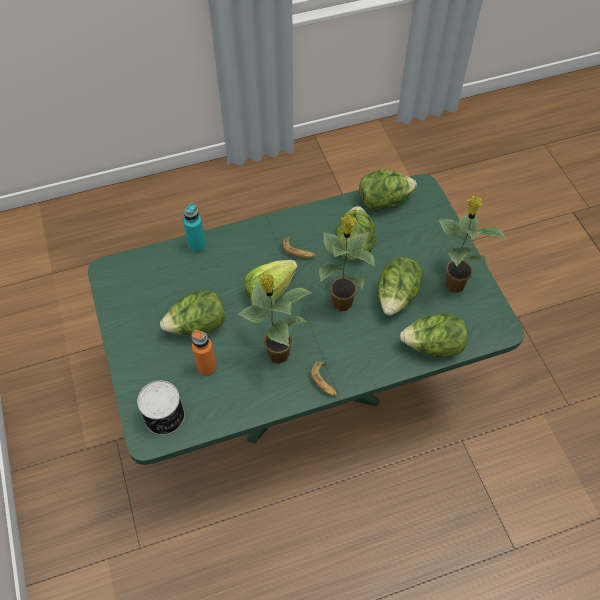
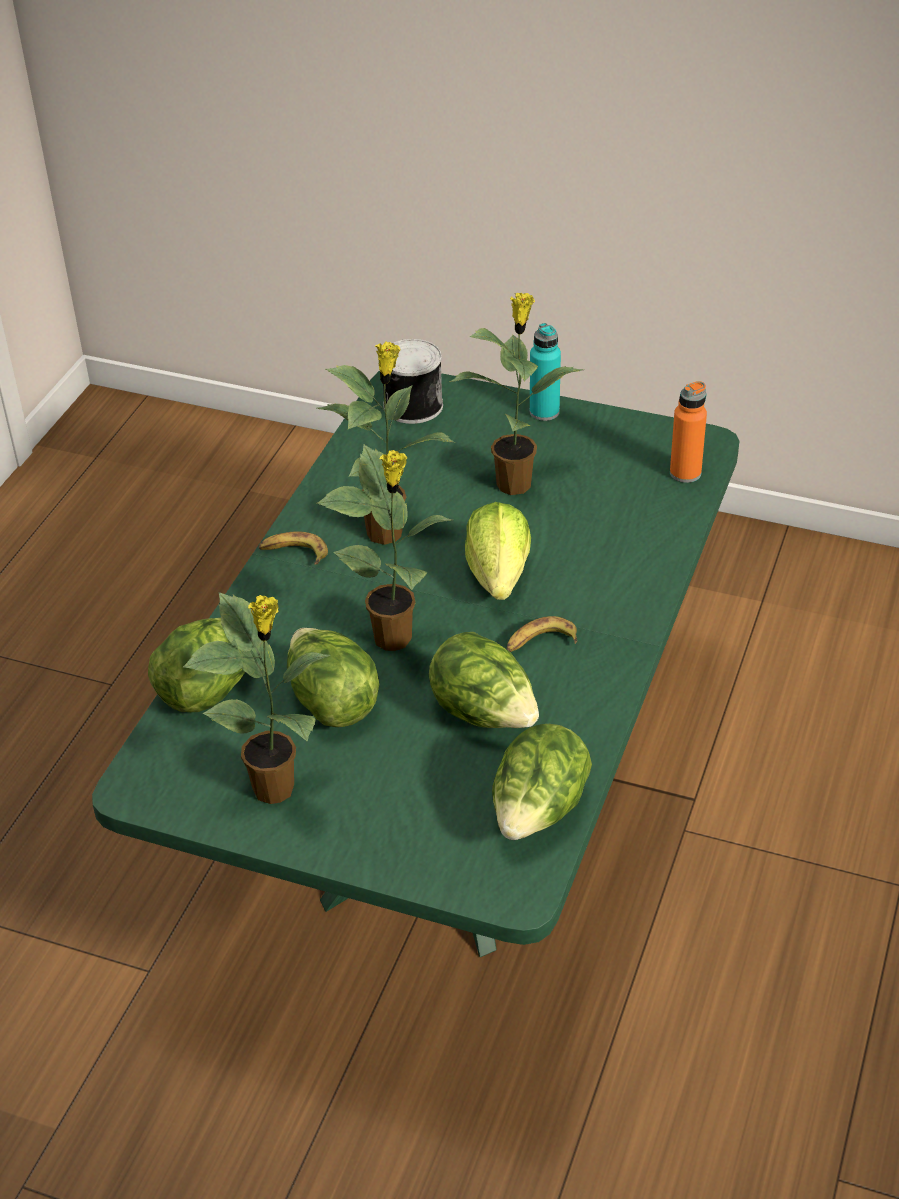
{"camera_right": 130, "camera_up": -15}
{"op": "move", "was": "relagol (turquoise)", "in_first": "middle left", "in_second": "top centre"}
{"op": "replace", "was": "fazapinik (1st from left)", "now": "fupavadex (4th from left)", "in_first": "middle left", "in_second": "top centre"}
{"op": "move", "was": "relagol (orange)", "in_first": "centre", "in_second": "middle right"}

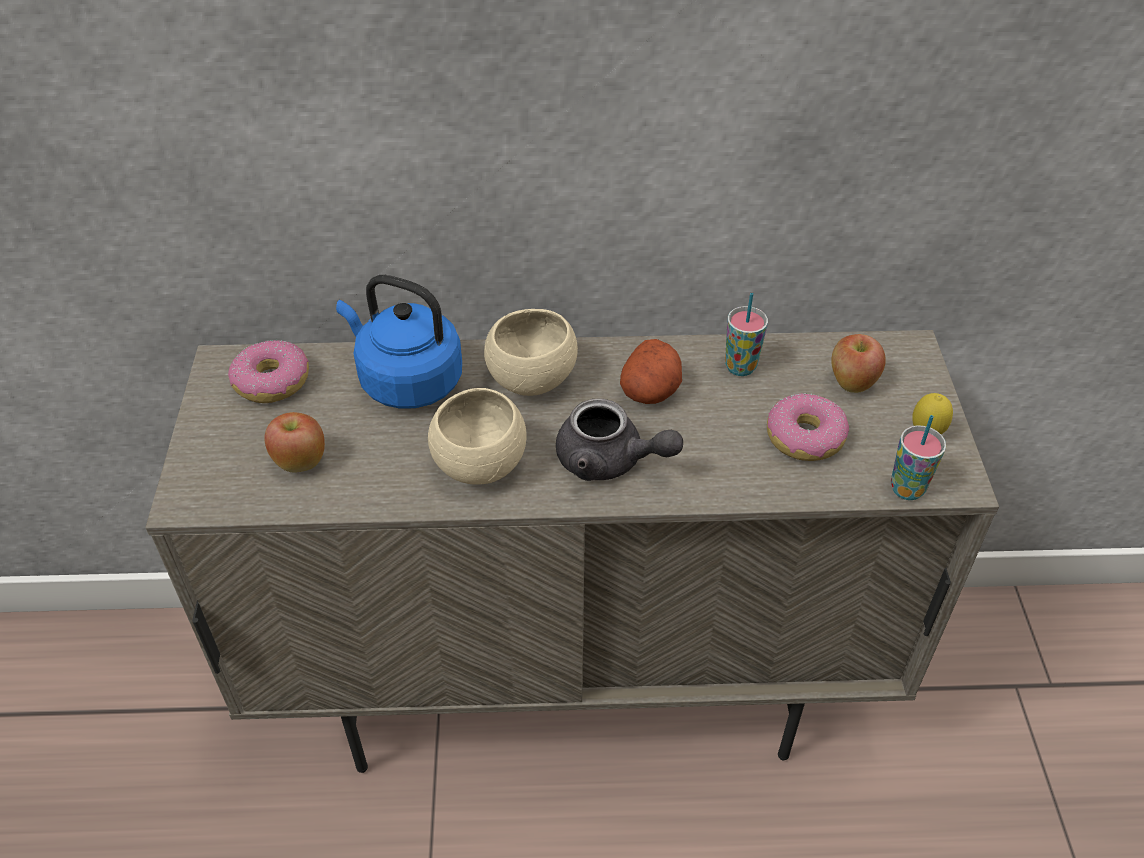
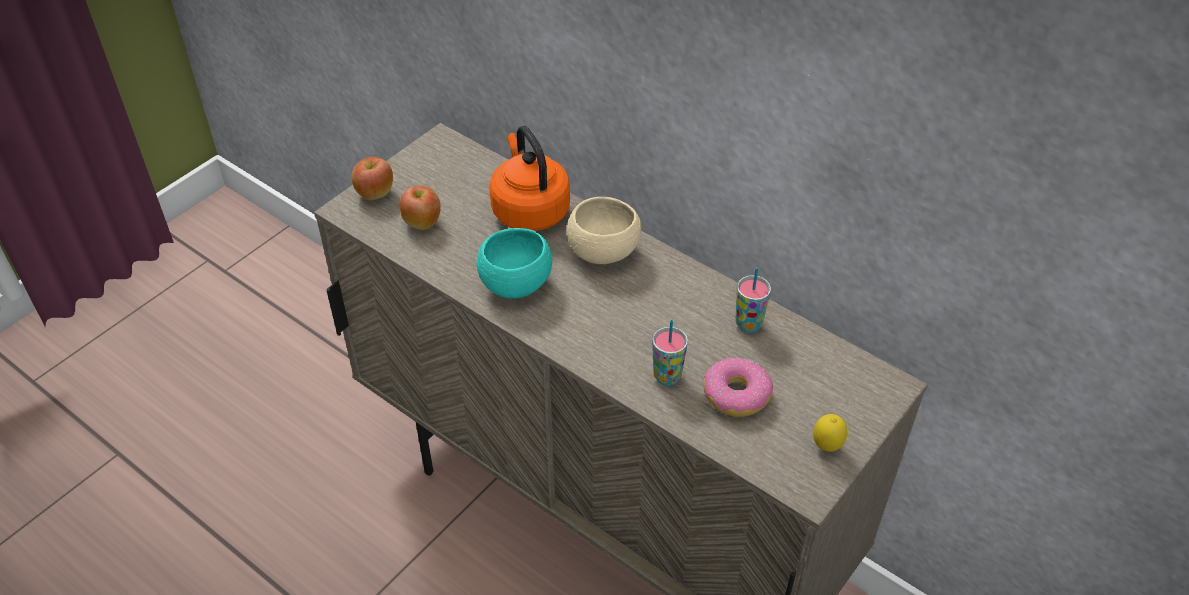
{"camera_right": 40, "camera_up": 0}
{"op": "recolor", "was": "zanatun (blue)", "now": "zanatun (orange)", "in_first": "centre", "in_second": "top centre"}
{"op": "move", "was": "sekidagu (2nd from left in the first image)", "now": "sekidagu (1st from left)", "in_first": "middle right", "in_second": "top left"}
{"op": "delete", "was": "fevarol", "in_first": "centre"}
{"op": "delete", "was": "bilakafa (1st from left)", "in_first": "middle left"}
{"op": "recolor", "was": "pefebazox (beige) (1st from left)", "now": "pefebazox (turquoise)", "in_first": "centre", "in_second": "centre"}
{"op": "delete", "was": "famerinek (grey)", "in_first": "centre"}
{"op": "move", "was": "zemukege (2nd from left in the first image)", "now": "zemukege (1st from left)", "in_first": "middle right", "in_second": "centre"}

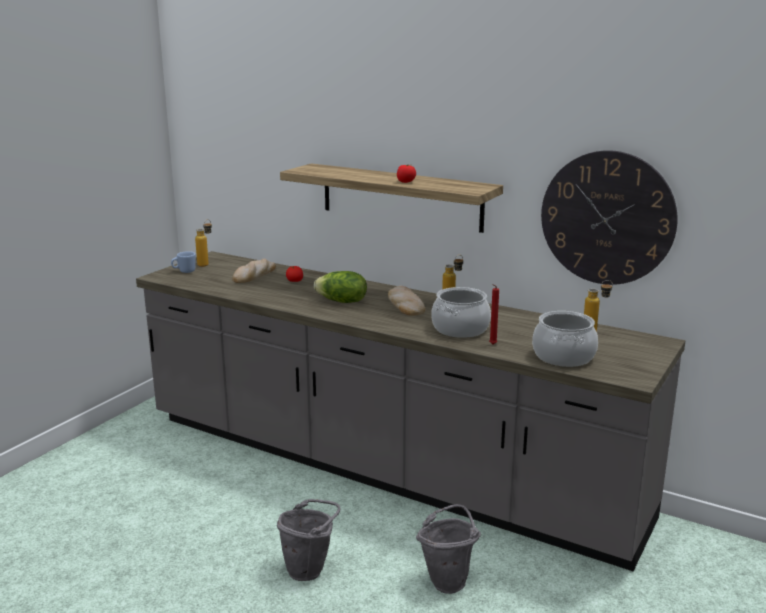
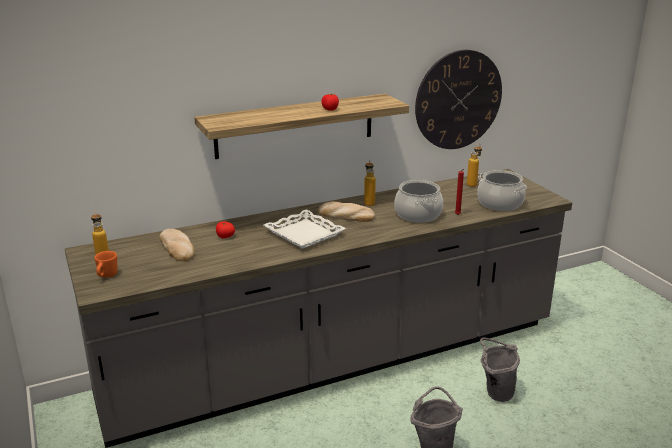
{"camera_right": -55, "camera_up": 5}
{"op": "recolor", "was": "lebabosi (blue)", "now": "lebabosi (orange)", "in_first": "middle left", "in_second": "middle left"}
{"op": "replace", "was": "fazapinik", "now": "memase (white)", "in_first": "centre", "in_second": "centre"}

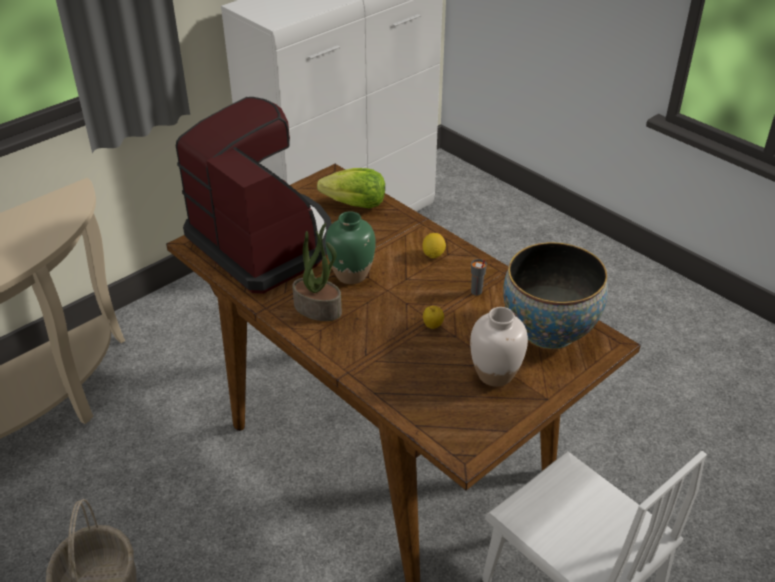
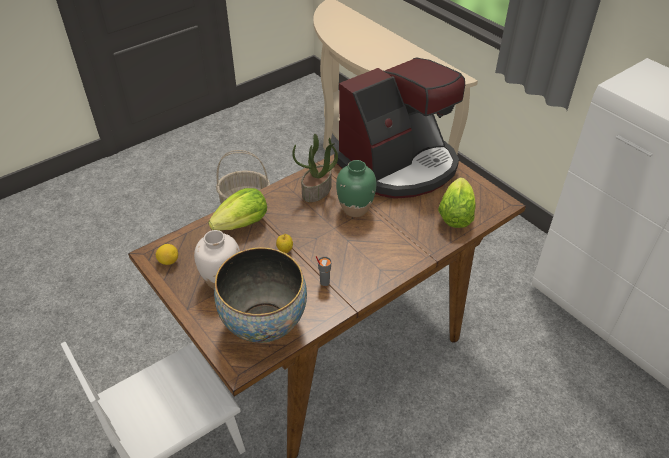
{"camera_right": 95, "camera_up": 5}
{"op": "move", "was": "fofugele", "in_first": "centre", "in_second": "middle left"}
{"op": "insert", "now": "fazapinik (1st from left)", "in_second": "centre"}

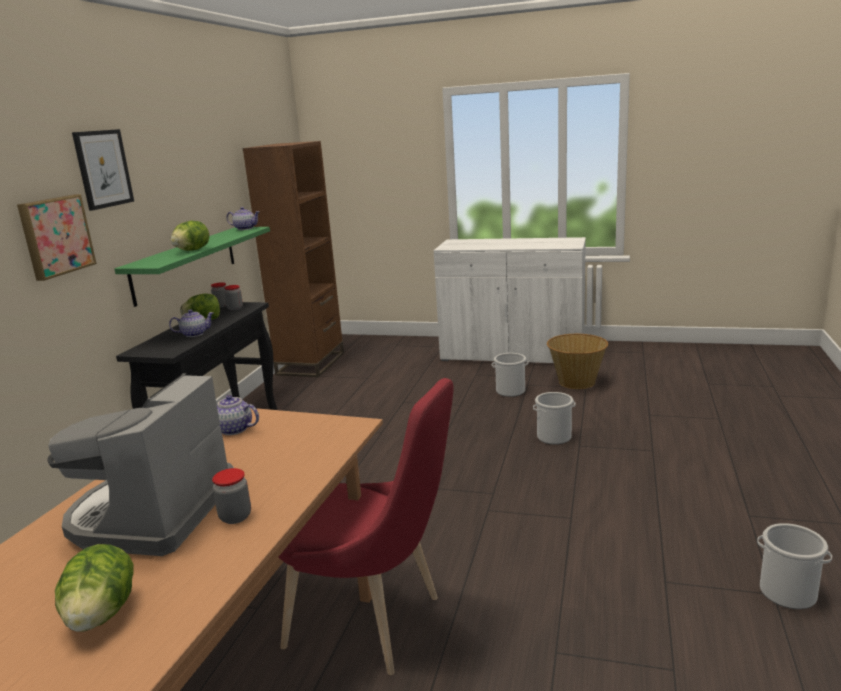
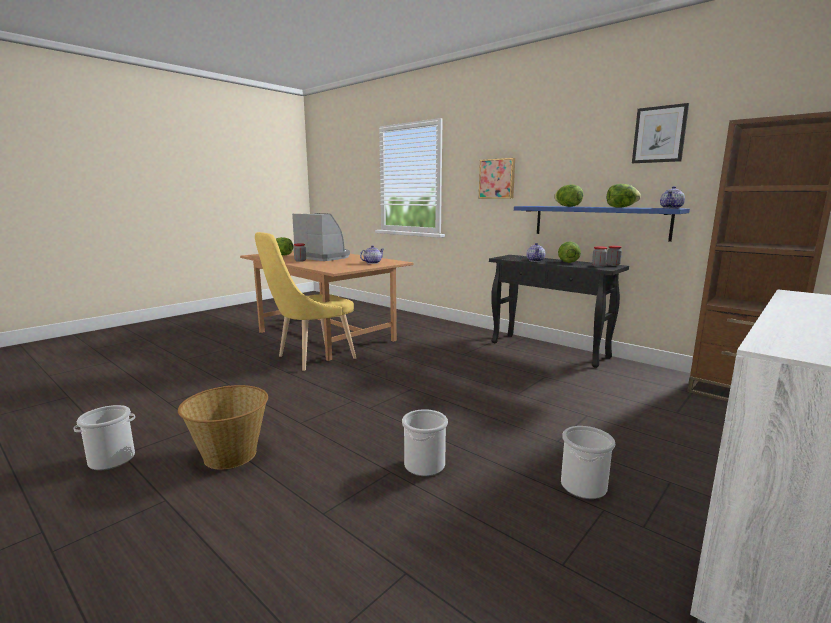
{"camera_right": 115, "camera_up": -5}
{"op": "move", "was": "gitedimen (2nd from left)", "in_first": "top left", "in_second": "top right"}
{"op": "recolor", "was": "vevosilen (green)", "now": "vevosilen (blue)", "in_first": "middle left", "in_second": "middle right"}
{"op": "move", "was": "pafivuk", "in_first": "middle right", "in_second": "bottom left"}
{"op": "recolor", "was": "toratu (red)", "now": "toratu (yellow)", "in_first": "bottom centre", "in_second": "centre"}
{"op": "insert", "now": "fazapinik (4th from left)", "in_second": "top right"}

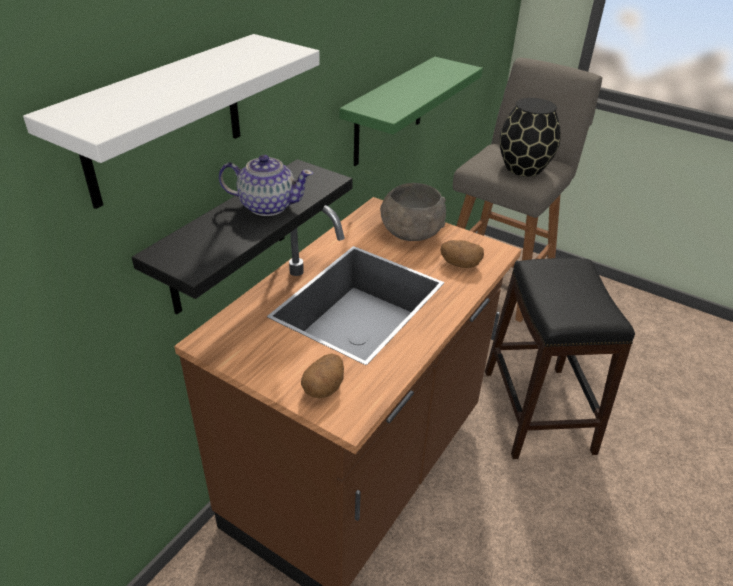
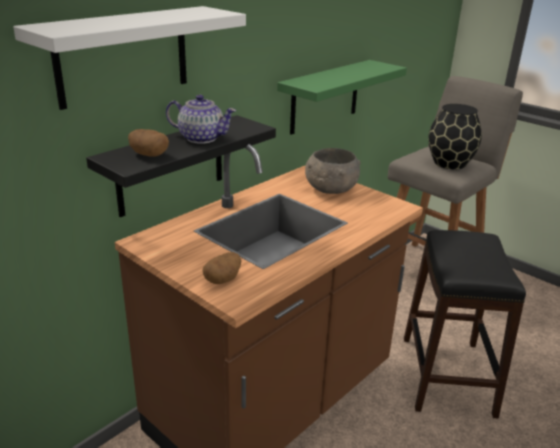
{"camera_right": 10, "camera_up": -10}
{"op": "move", "was": "fevarol (2nd from left in the first image)", "now": "fevarol (1st from left)", "in_first": "centre", "in_second": "top left"}

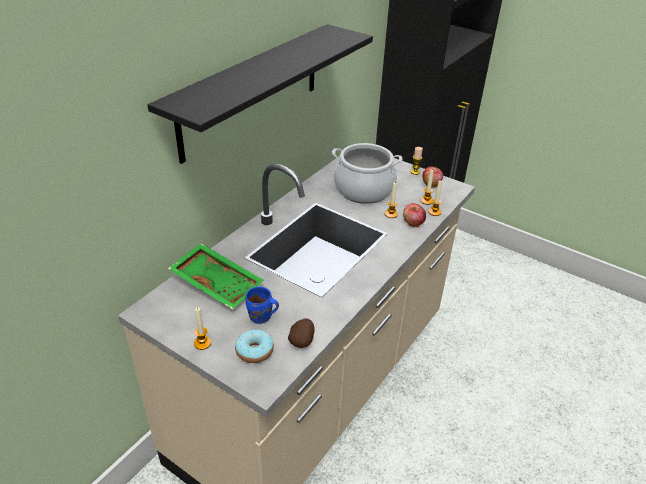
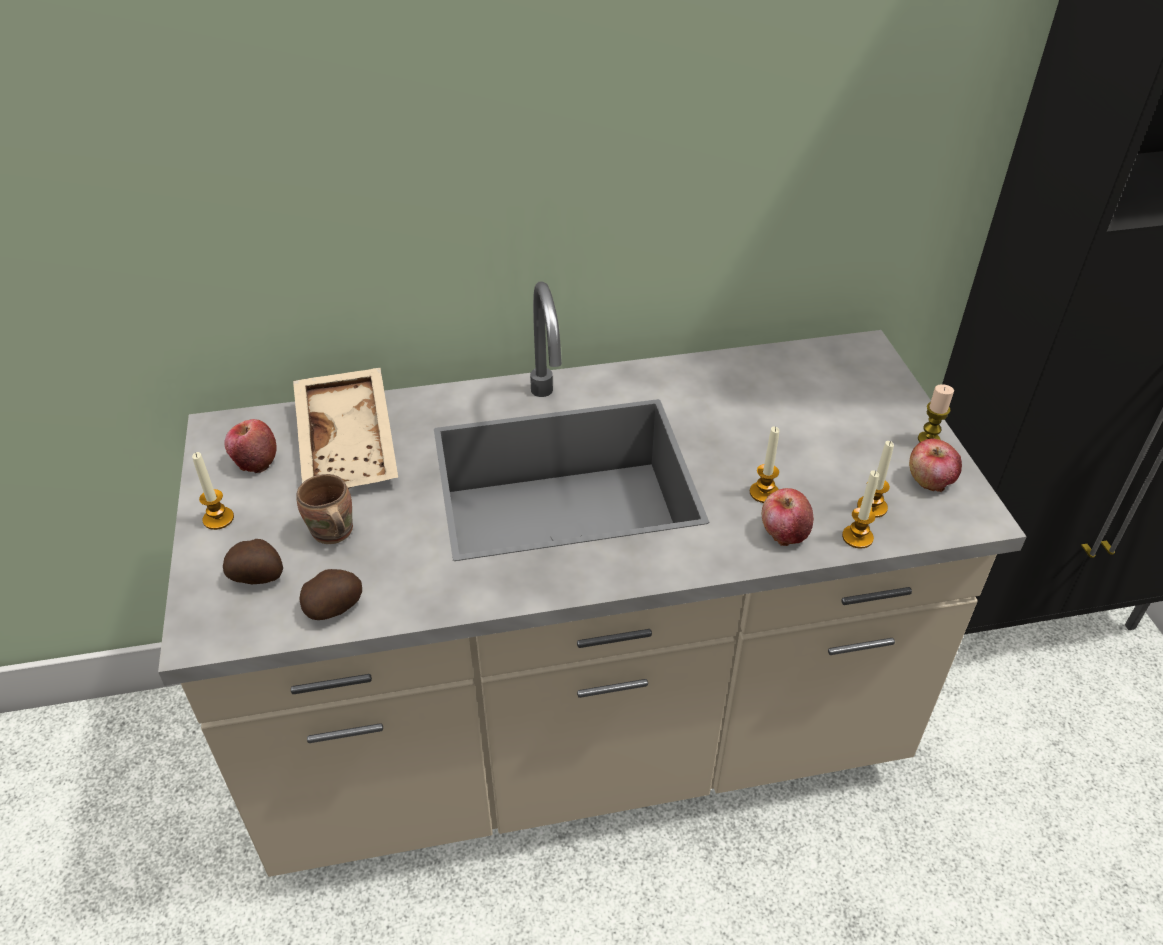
{"camera_right": 45, "camera_up": 5}
{"op": "delete", "was": "vevosilen (black)", "in_first": "top centre"}
{"op": "delete", "was": "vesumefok", "in_first": "centre"}
{"op": "recolor", "was": "memase (green)", "now": "memase (beige)", "in_first": "centre", "in_second": "middle left"}
{"op": "recolor", "was": "lebabosi (blue)", "now": "lebabosi (brown)", "in_first": "centre", "in_second": "middle left"}
{"op": "replace", "was": "bilakafa", "now": "fevarol (1st from left)", "in_first": "bottom centre", "in_second": "middle left"}
{"op": "insert", "now": "sekidagu (1st from left)", "in_second": "middle left"}

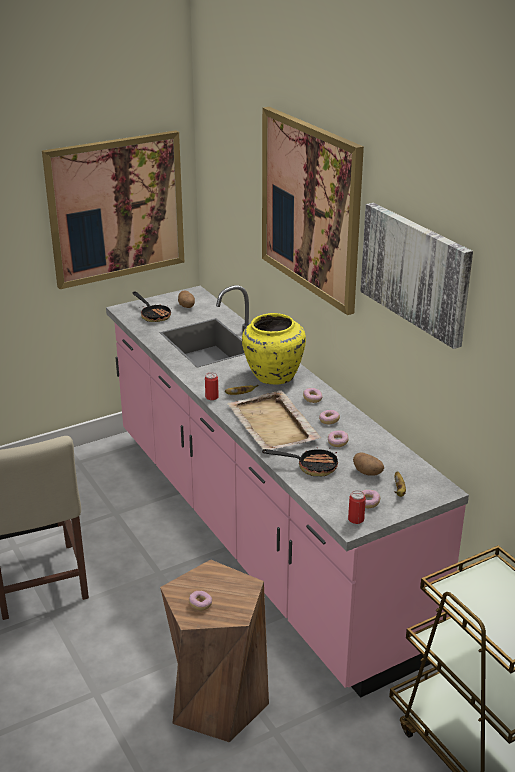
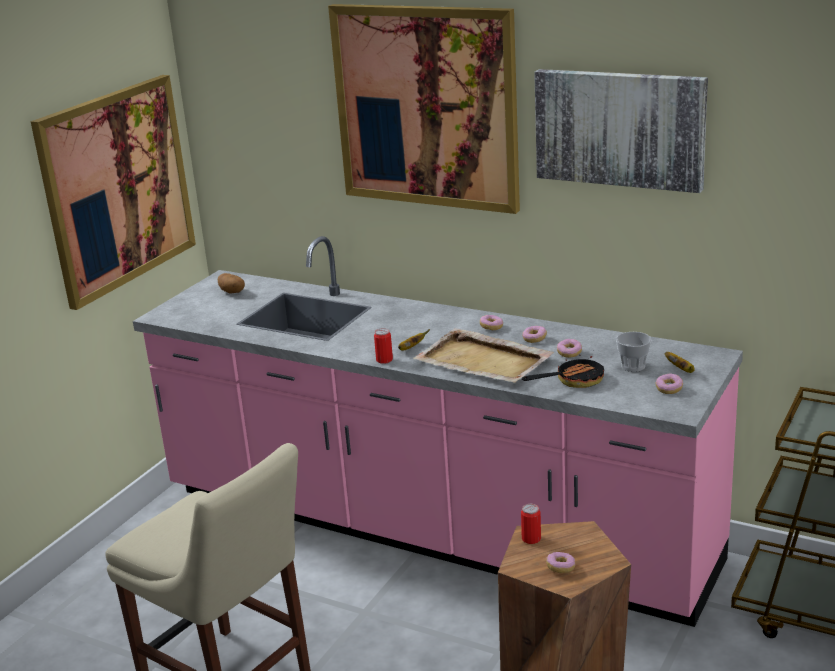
{"camera_right": -30, "camera_up": -5}
{"op": "delete", "was": "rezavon (1st from left)", "in_first": "middle left"}
{"op": "delete", "was": "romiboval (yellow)", "in_first": "centre"}
{"op": "replace", "was": "fevarol (2nd from left)", "now": "zemukege", "in_first": "middle right", "in_second": "middle right"}
{"op": "move", "was": "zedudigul (2nd from left)", "in_first": "middle right", "in_second": "bottom centre"}

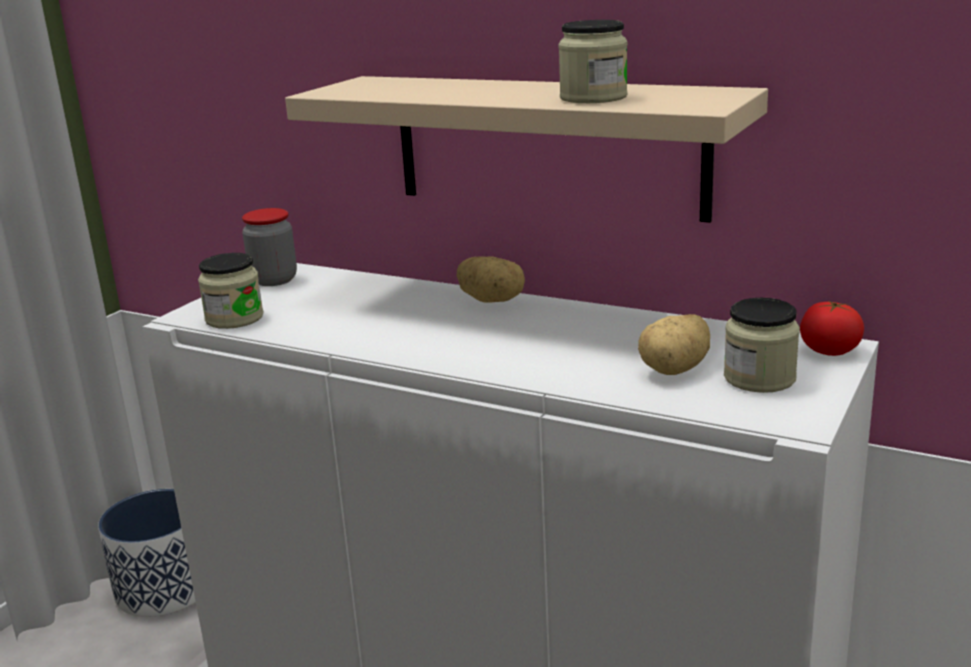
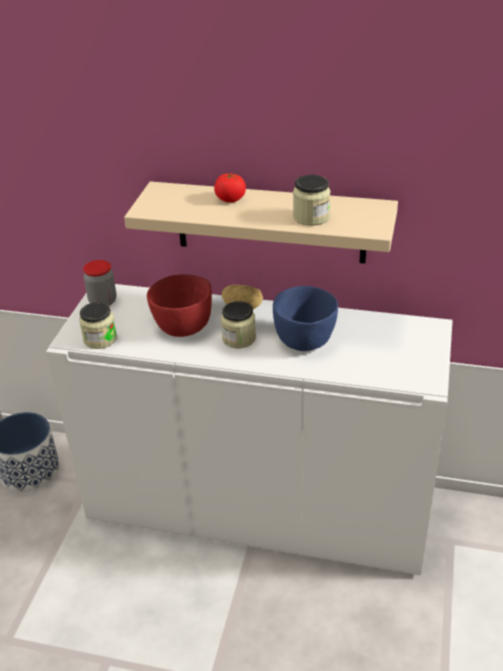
{"camera_right": -15, "camera_up": 15}
{"op": "move", "was": "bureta (4th from left in the first image)", "now": "bureta (3rd from left)", "in_first": "middle right", "in_second": "centre"}
{"op": "move", "was": "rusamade", "in_first": "middle right", "in_second": "top centre"}
{"op": "delete", "was": "fevarol (2nd from left)", "in_first": "middle right"}
{"op": "insert", "now": "pefebazox (red)", "in_second": "centre"}
{"op": "insert", "now": "pefebazox (blue)", "in_second": "centre"}

